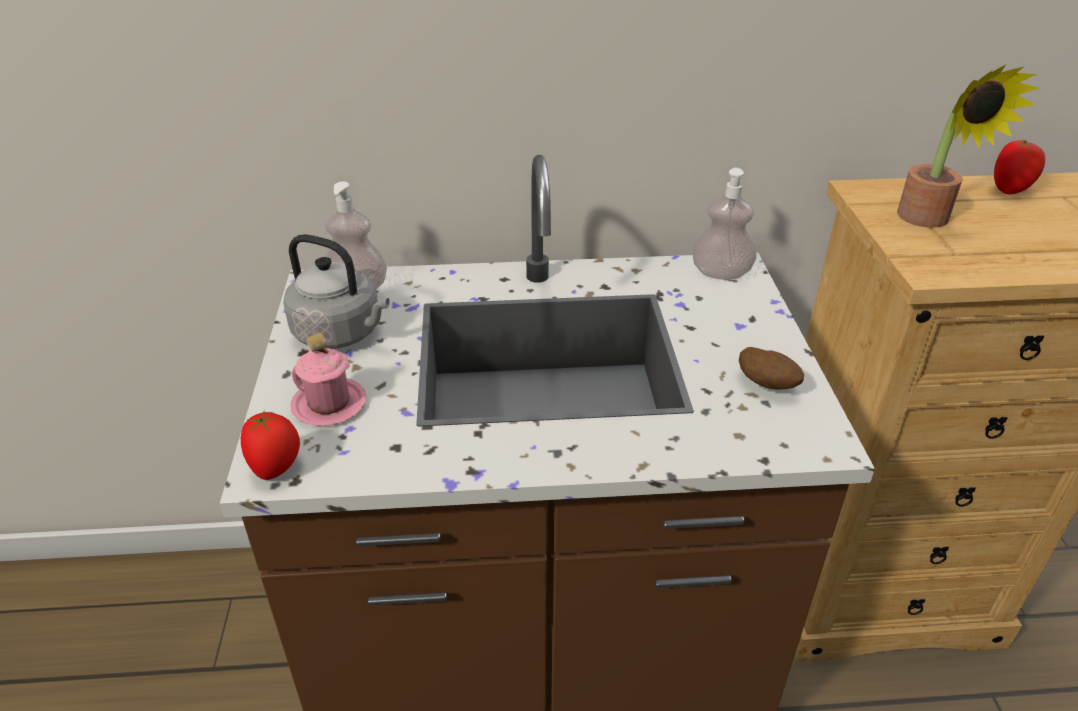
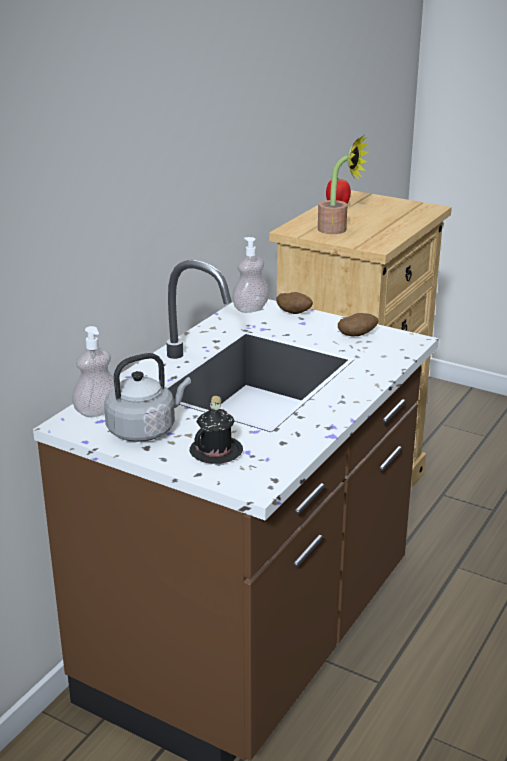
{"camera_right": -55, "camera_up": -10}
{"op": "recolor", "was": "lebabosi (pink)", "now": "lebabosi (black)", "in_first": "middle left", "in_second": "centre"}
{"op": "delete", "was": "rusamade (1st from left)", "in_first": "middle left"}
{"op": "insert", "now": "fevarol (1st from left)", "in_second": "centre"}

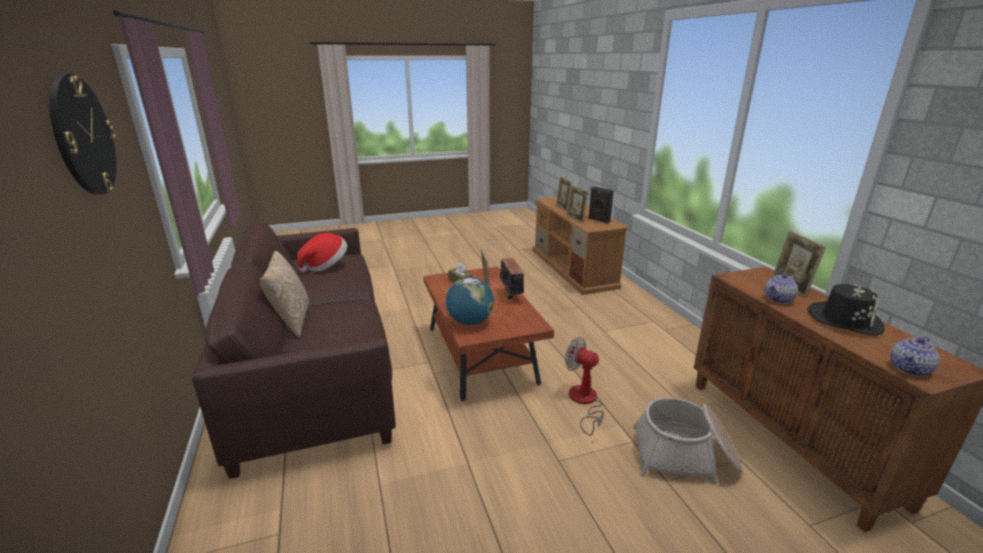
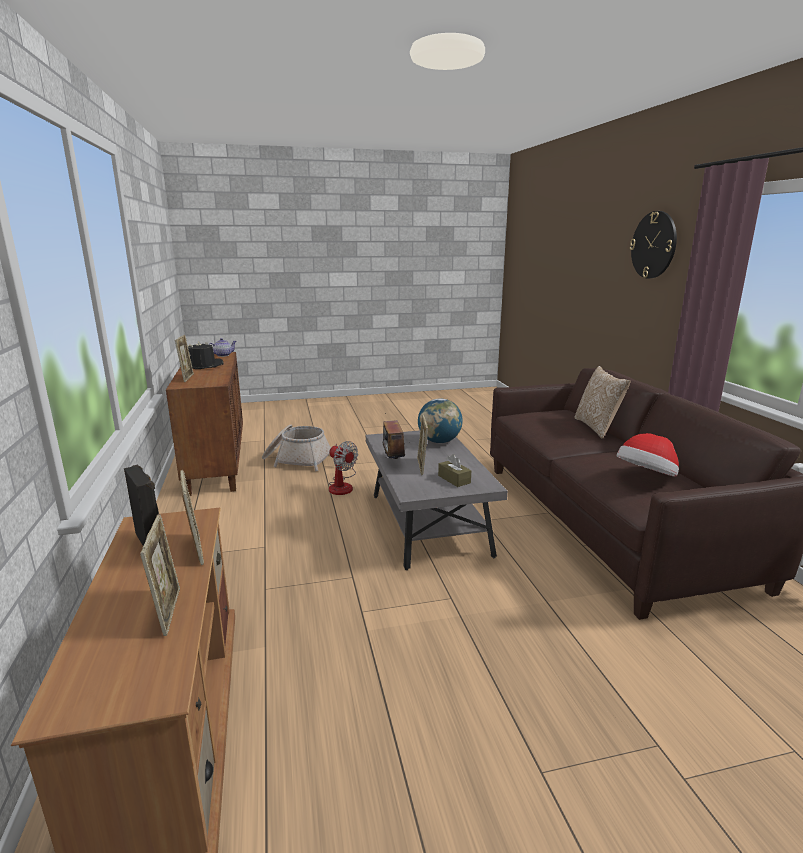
{"camera_right": -175, "camera_up": -5}
{"op": "recolor", "was": "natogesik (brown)", "now": "natogesik (grey)", "in_first": "centre", "in_second": "centre"}
{"op": "delete", "was": "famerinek (1st from left)", "in_first": "middle right"}

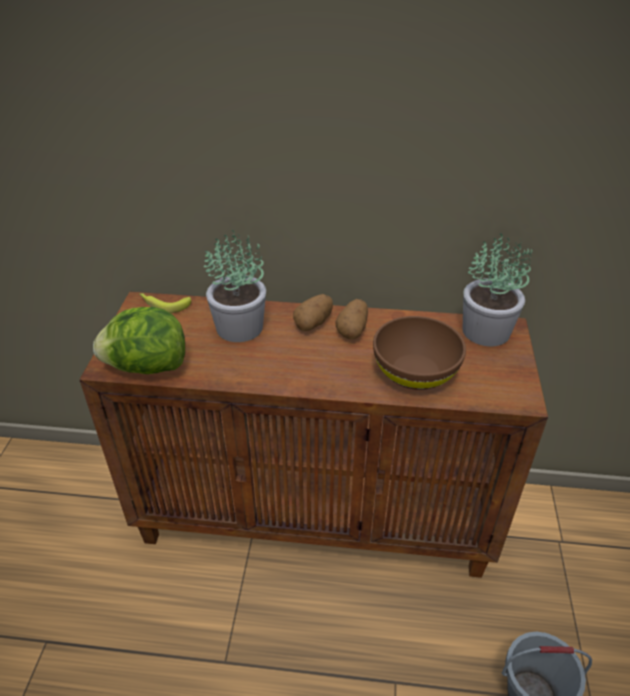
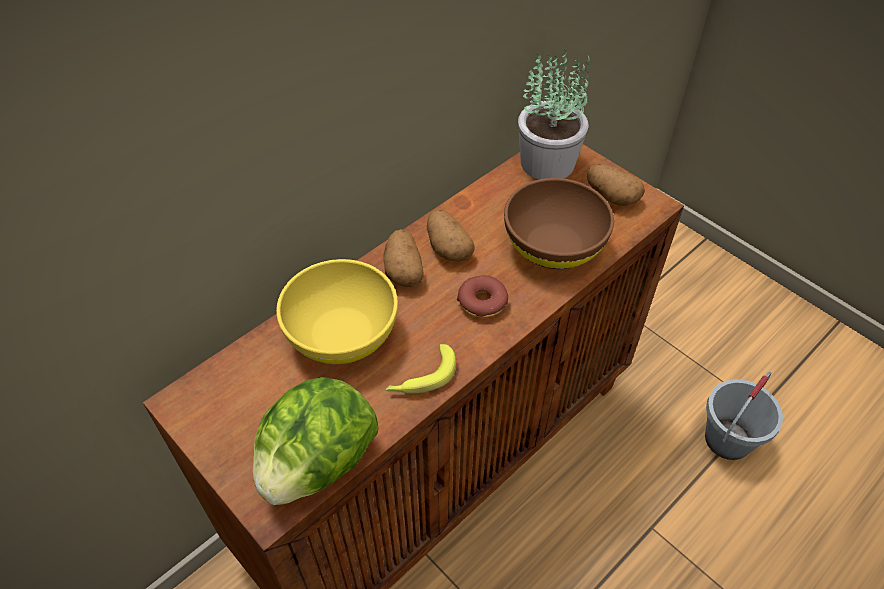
{"camera_right": -50, "camera_up": 10}
{"op": "replace", "was": "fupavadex (1st from left)", "now": "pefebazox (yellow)", "in_first": "centre", "in_second": "centre"}
{"op": "move", "was": "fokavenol", "in_first": "middle left", "in_second": "centre"}
{"op": "insert", "now": "fevarol (3rd from left)", "in_second": "top right"}
{"op": "insert", "now": "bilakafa", "in_second": "centre"}

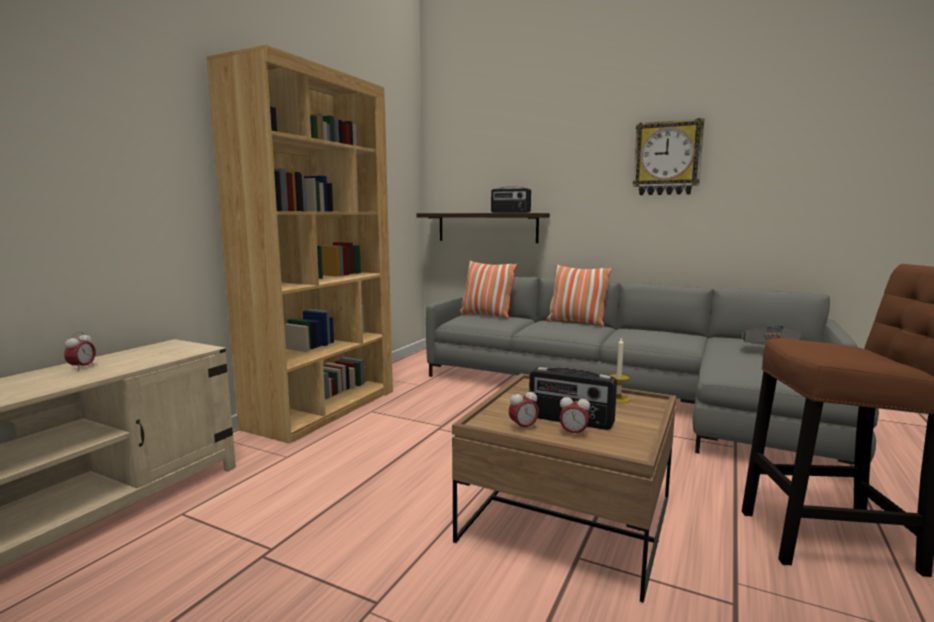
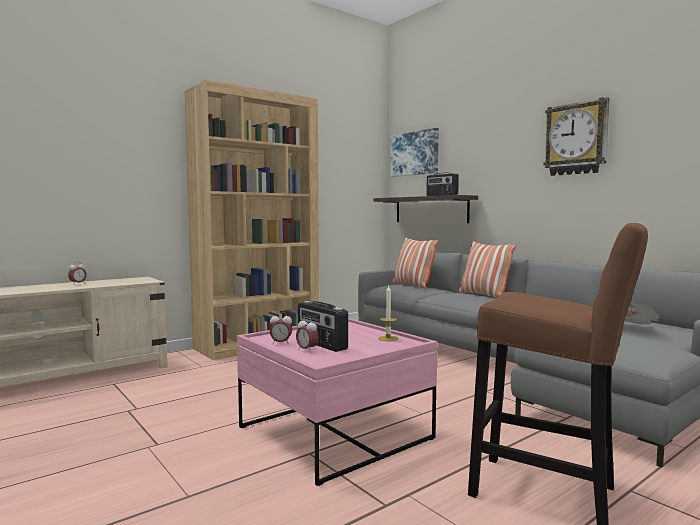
{"camera_right": 25, "camera_up": -5}
{"op": "recolor", "was": "natogesik (brown)", "now": "natogesik (pink)", "in_first": "bottom centre", "in_second": "bottom centre"}
{"op": "insert", "now": "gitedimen", "in_second": "top centre"}

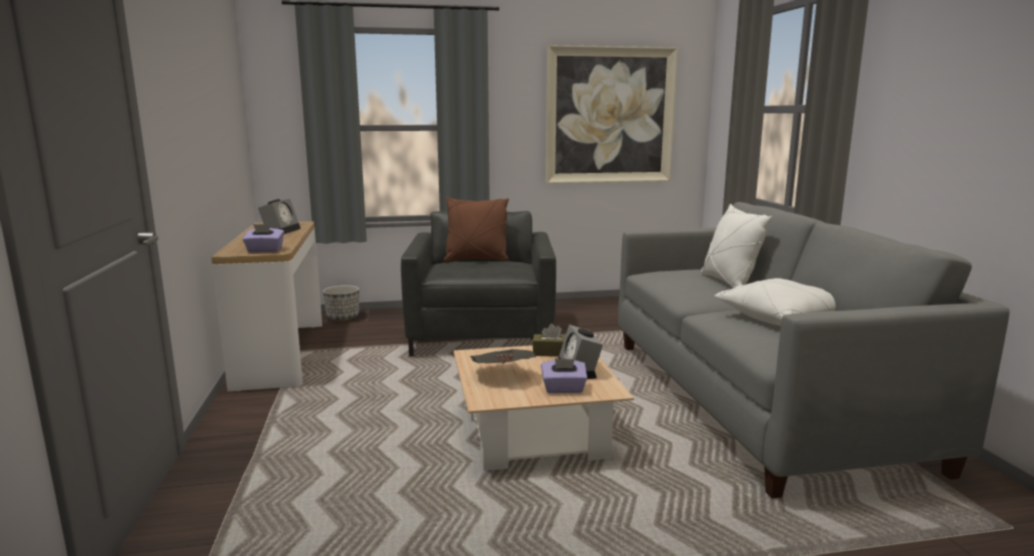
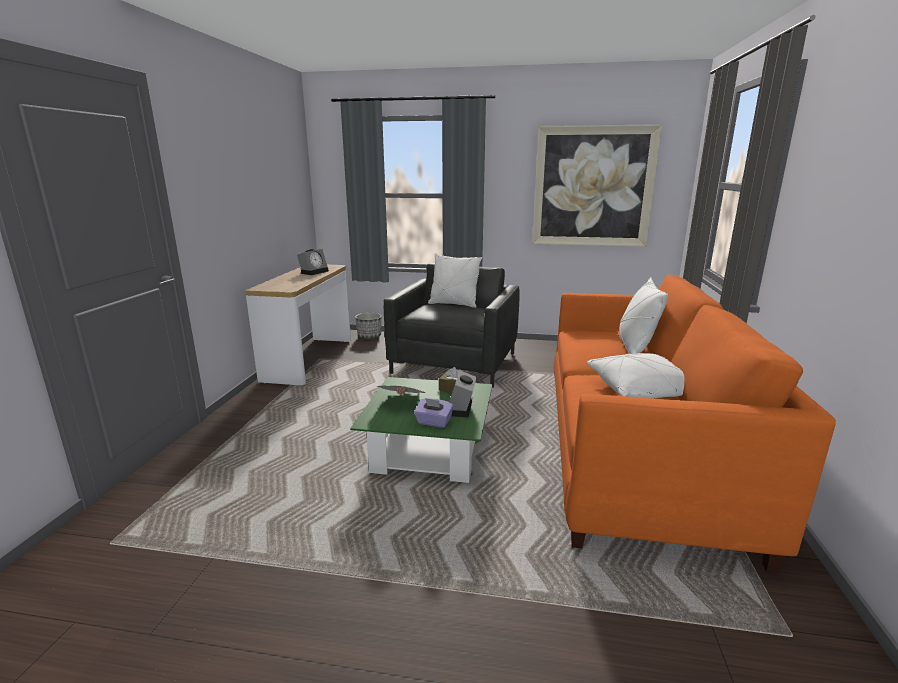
{"camera_right": 20, "camera_up": 5}
{"op": "recolor", "was": "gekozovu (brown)", "now": "gekozovu (white) (1st from left)", "in_first": "centre", "in_second": "centre"}
{"op": "recolor", "was": "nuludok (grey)", "now": "nuludok (orange)", "in_first": "middle right", "in_second": "middle right"}
{"op": "delete", "was": "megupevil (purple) (1st from left)", "in_first": "middle left"}
{"op": "recolor", "was": "natogesik (beige)", "now": "natogesik (green)", "in_first": "bottom centre", "in_second": "centre"}

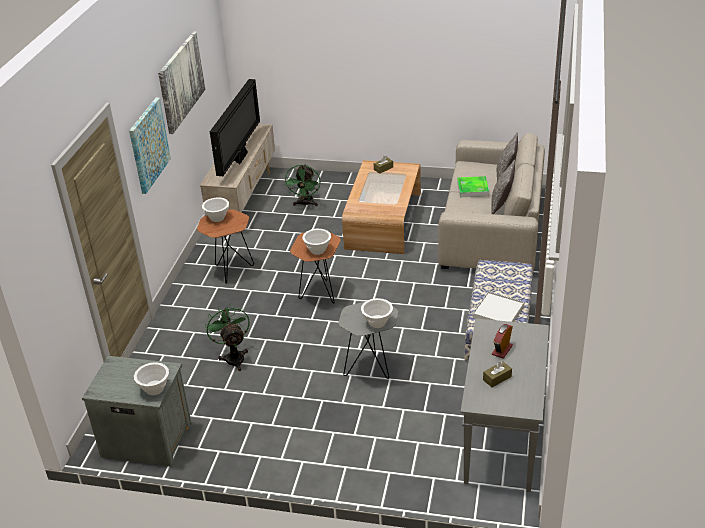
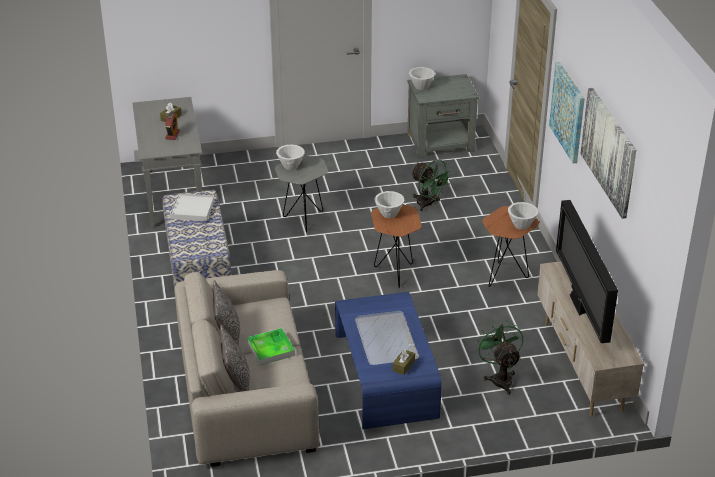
{"camera_right": 155, "camera_up": 0}
{"op": "recolor", "was": "natogesik (brown)", "now": "natogesik (blue)", "in_first": "centre", "in_second": "bottom centre"}

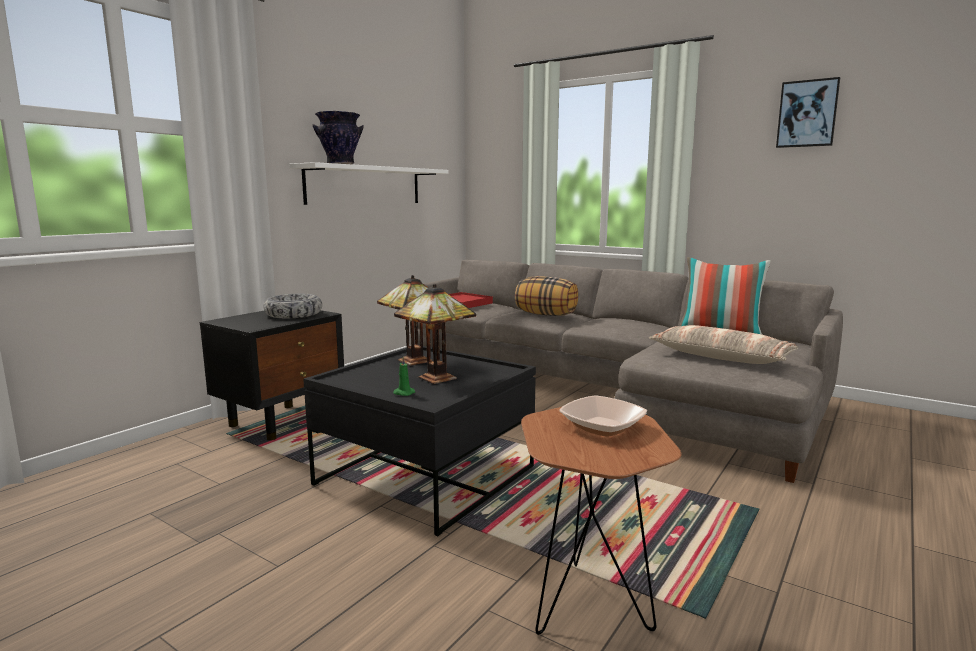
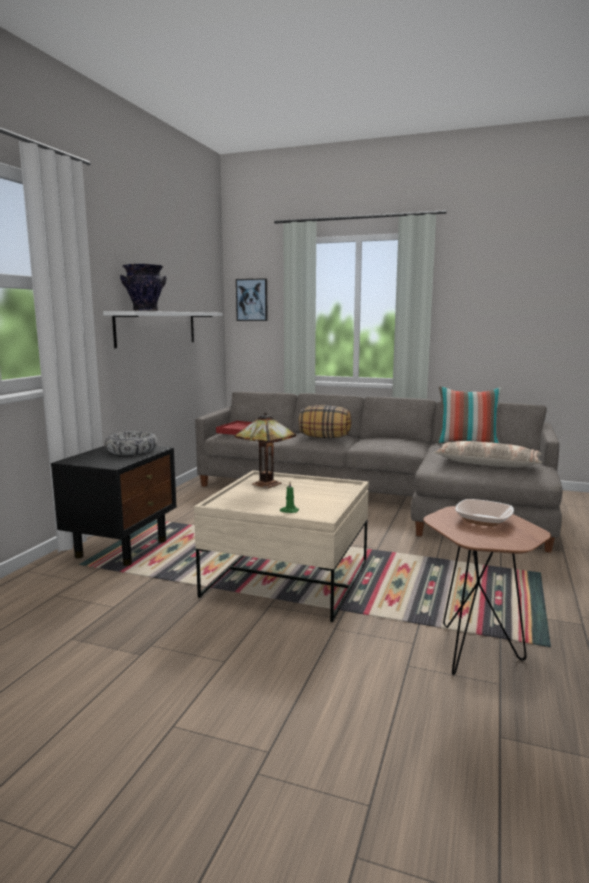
{"camera_right": -15, "camera_up": 0}
{"op": "move", "was": "gitedimen", "in_first": "top right", "in_second": "centre"}
{"op": "delete", "was": "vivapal (2nd from left)", "in_first": "centre"}
{"op": "recolor", "was": "natogesik (black)", "now": "natogesik (beige)", "in_first": "bottom centre", "in_second": "centre"}

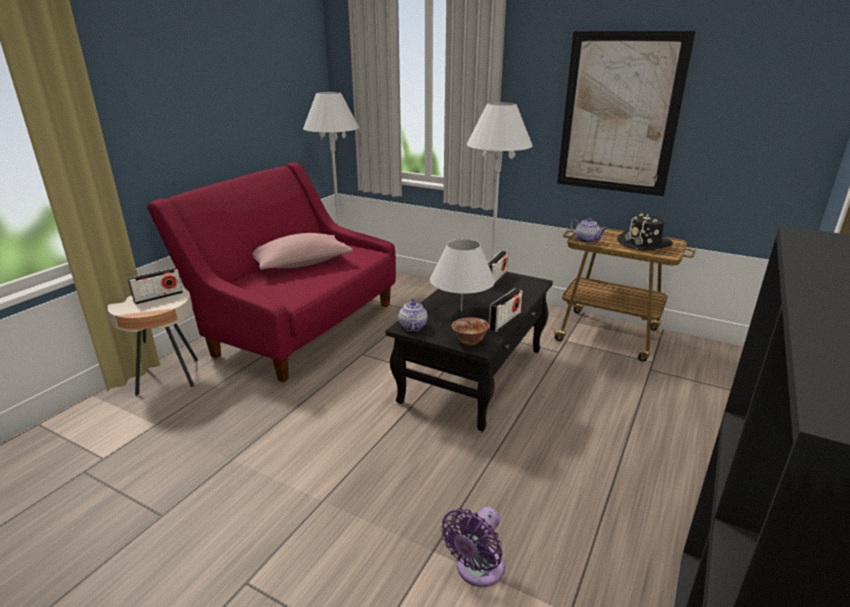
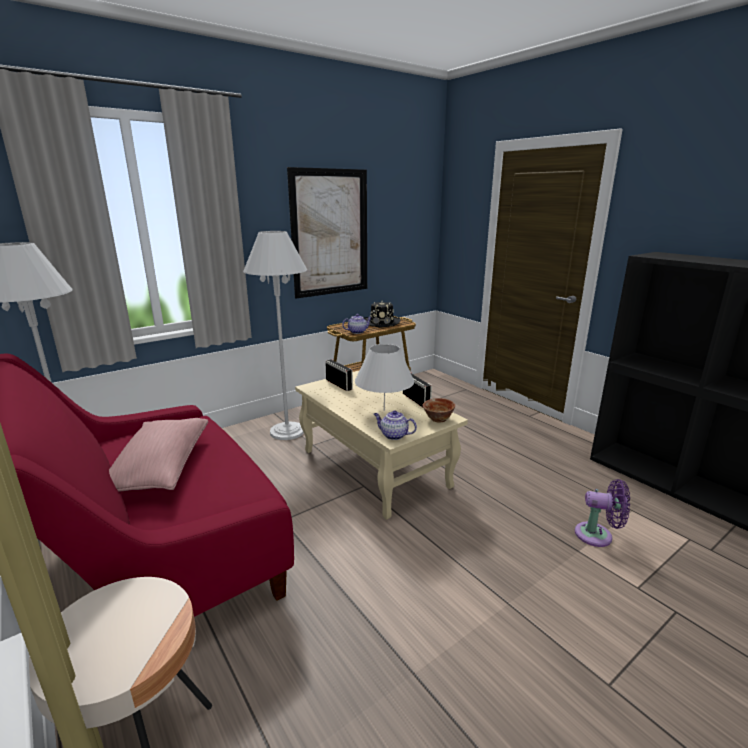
{"camera_right": -65, "camera_up": -5}
{"op": "delete", "was": "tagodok (1st from left)", "in_first": "middle left"}
{"op": "recolor", "was": "natogesik (black)", "now": "natogesik (beige)", "in_first": "centre", "in_second": "centre"}
{"op": "rotate", "was": "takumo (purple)", "in_first": "bottom centre", "in_second": "bottom right", "clockwise": -45}

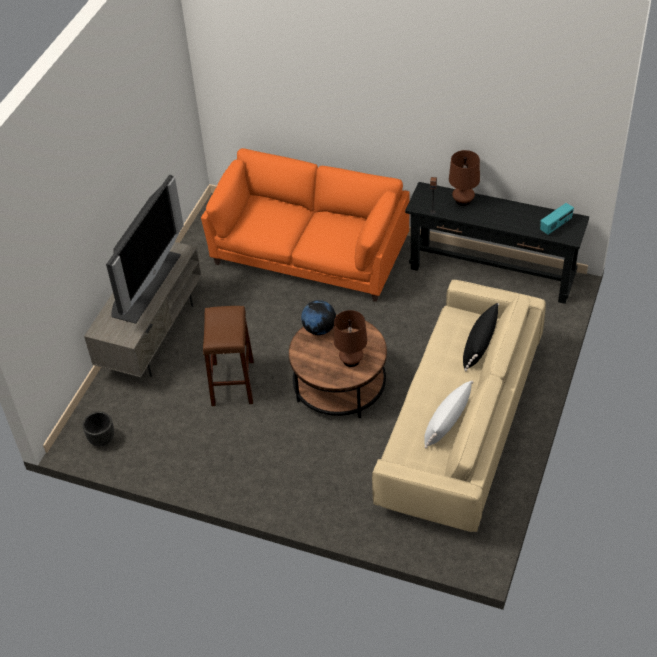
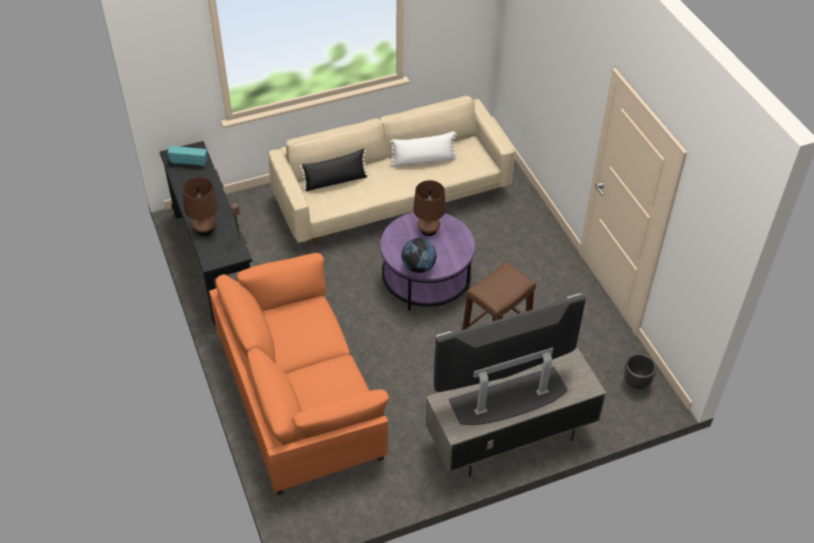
{"camera_right": -135, "camera_up": 0}
{"op": "recolor", "was": "natogesik (brown)", "now": "natogesik (purple)", "in_first": "centre", "in_second": "centre"}

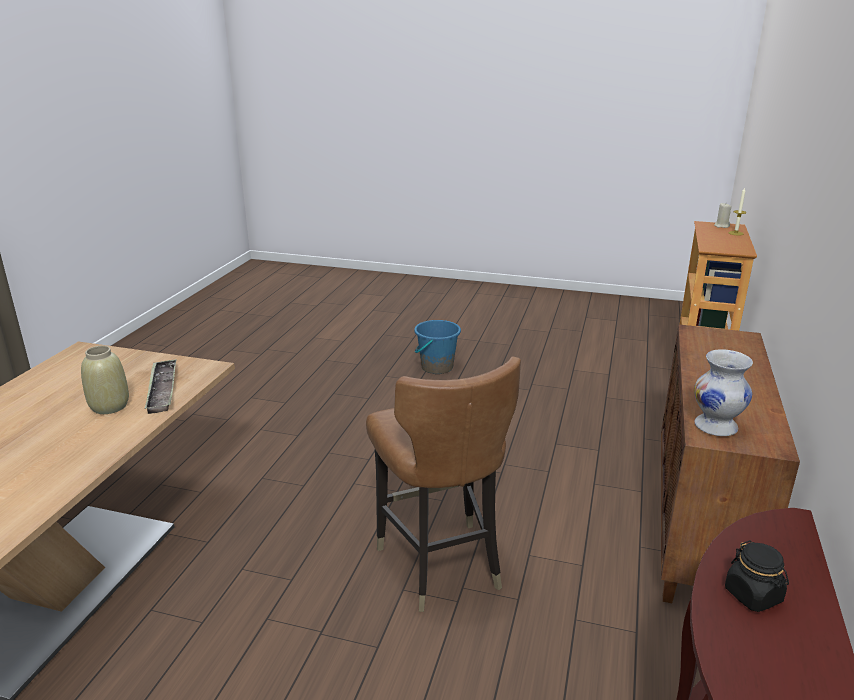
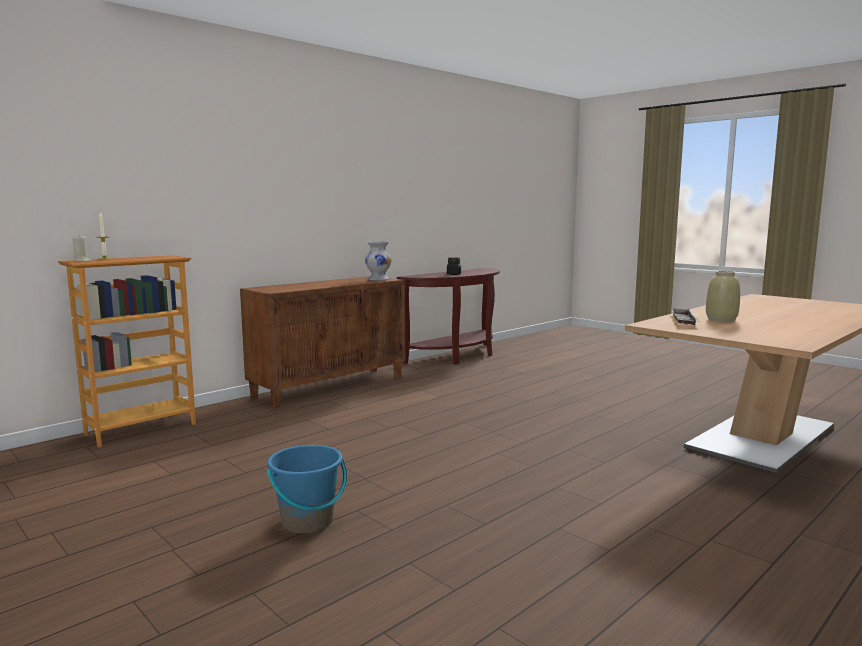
{"camera_right": -150, "camera_up": -15}
{"op": "delete", "was": "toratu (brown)", "in_first": "bottom centre"}

